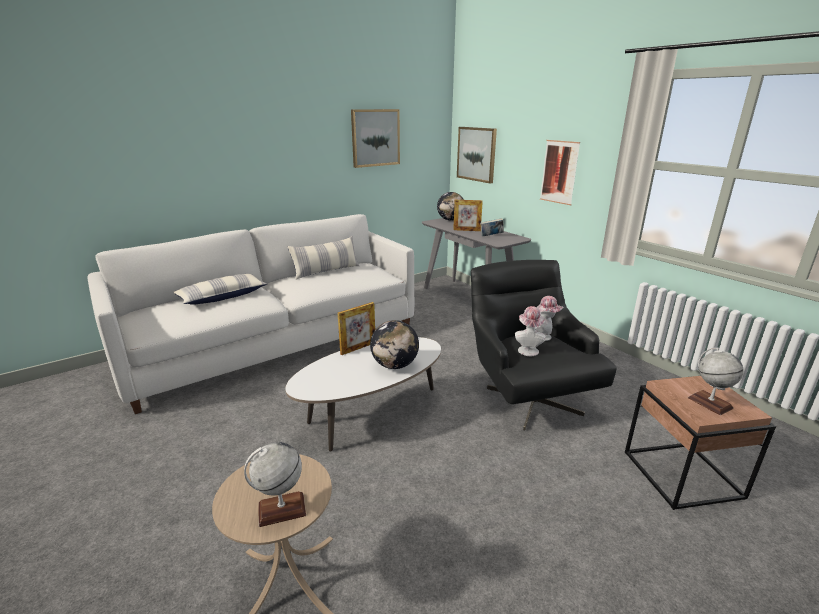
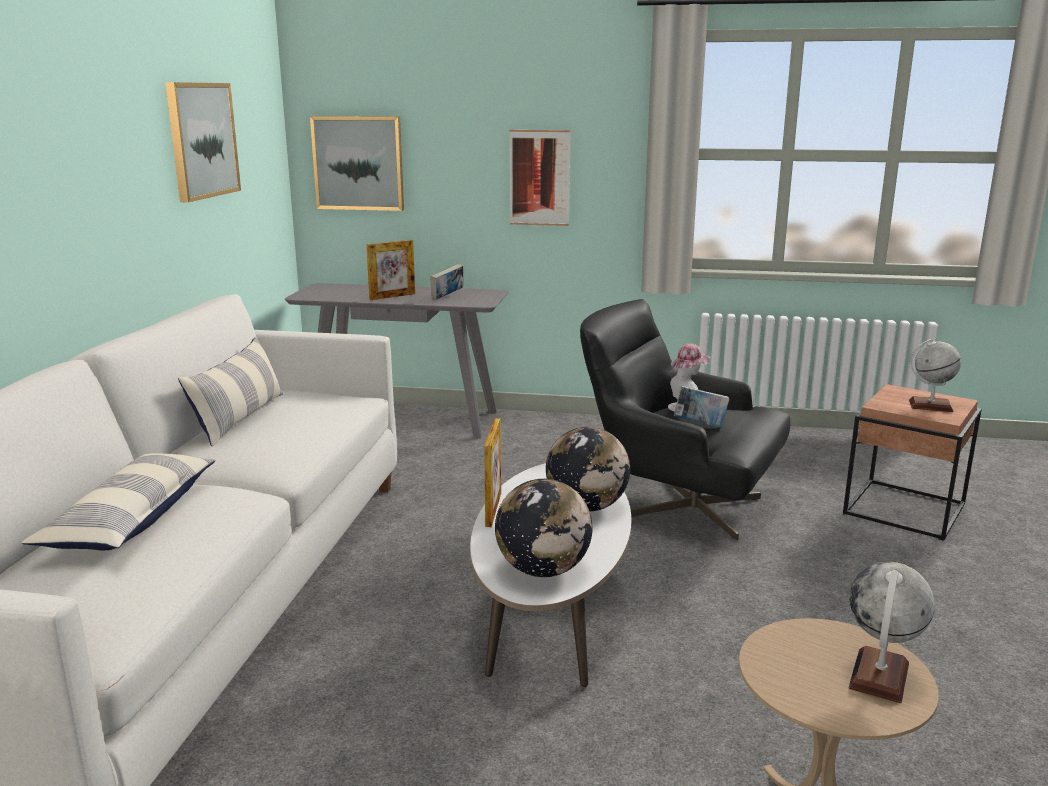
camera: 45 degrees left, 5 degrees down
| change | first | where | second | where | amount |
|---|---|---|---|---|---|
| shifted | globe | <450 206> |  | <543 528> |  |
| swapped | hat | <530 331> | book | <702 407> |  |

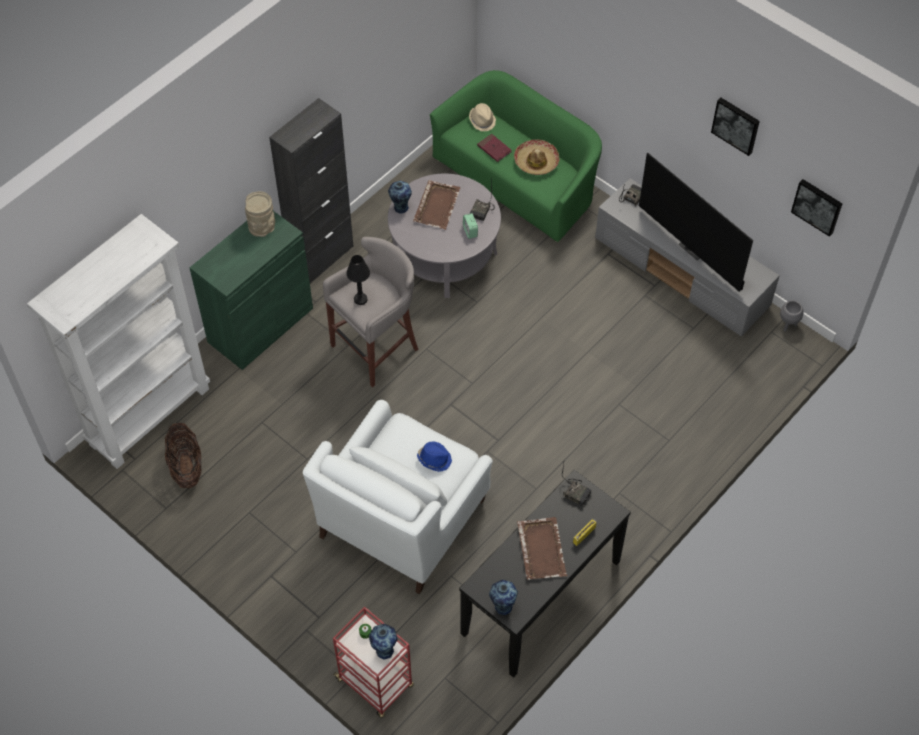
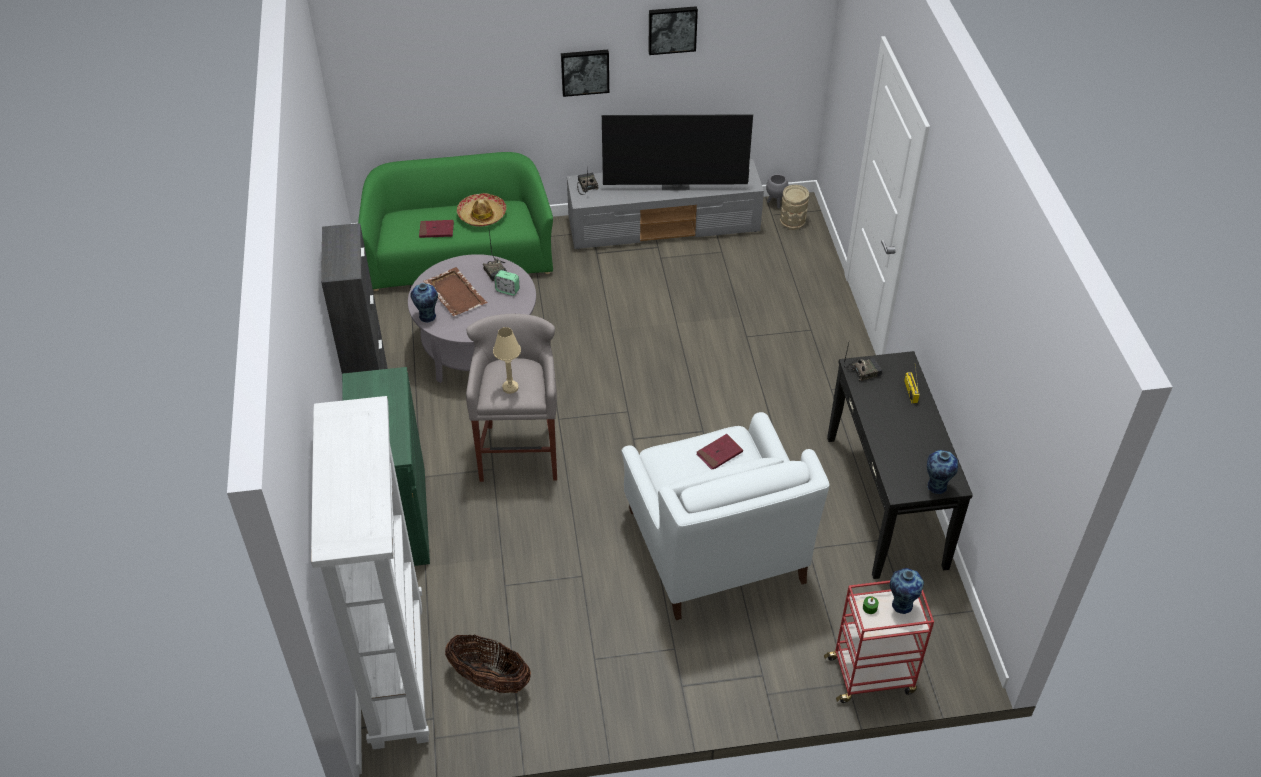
camera: 50 degrees left, 10 degrees down
| change | first | where | second | where | amount |
|---|---|---|---|---|---|
| gone | beige hat | <482 117> |  |  |  |
| gone | brown tray | <542 548> |  |  |  |
| shifted | beige vase | <260 214> |  | <794 207> |  |
| shifted | picture | <816 208> |  | <585 73> |  |
| swapped | blue hat | <434 457> | red book | <719 452> |  |
| repainted | black table lamp | <358 280> | beige table lamp | <507 360> |  |

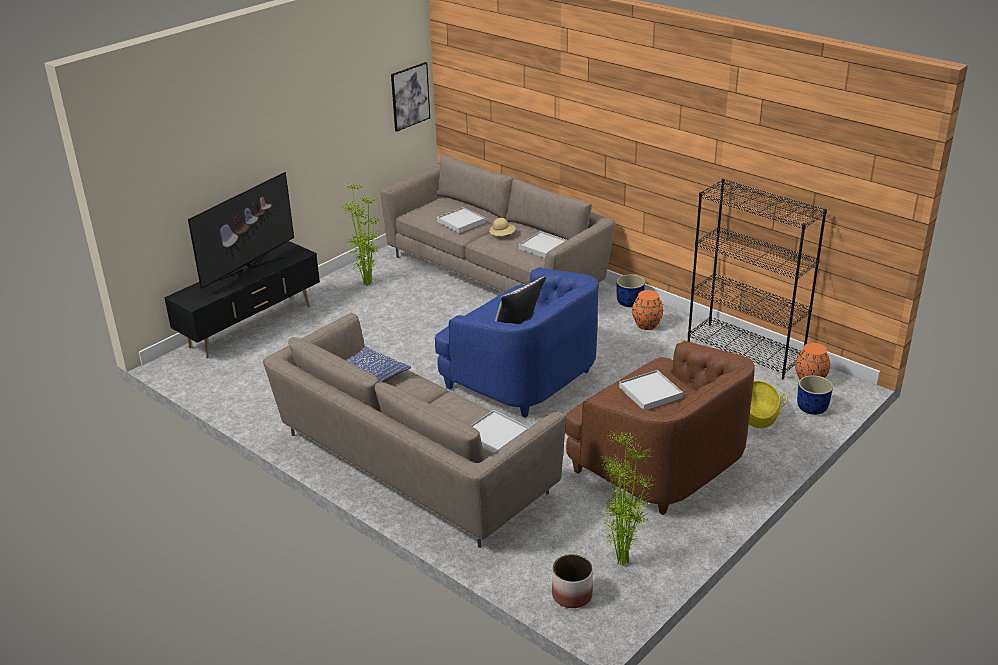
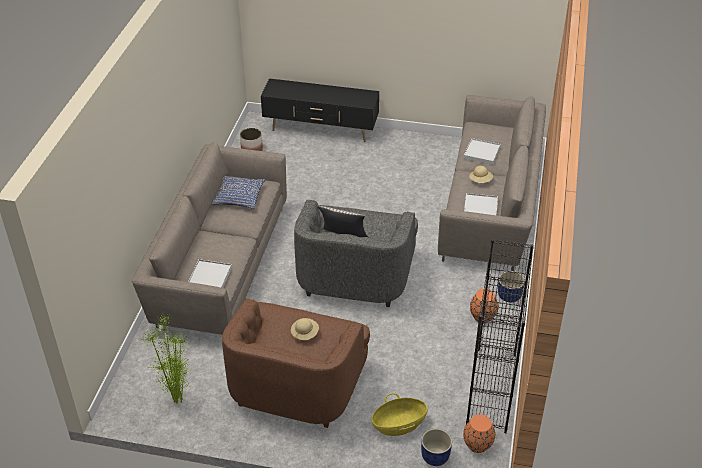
camera: 60 degrees right, 10 degrees up
| change | first | where | second | where | amount |
|---|---|---|---|---|---|
| gone | television | <241 230> |  |  |  |
| gone | potted plant | <361 234> |  |  |  |
| gone | picture | <410 97> |  |  |  |
| shifted | planter | <572 581> |  | <251 139> |  |
| swapped | white tray | <651 390> | beige hat | <305 330> |  |
| repainted | blue armchair | <516 342> | grey armchair | <356 253> |  |

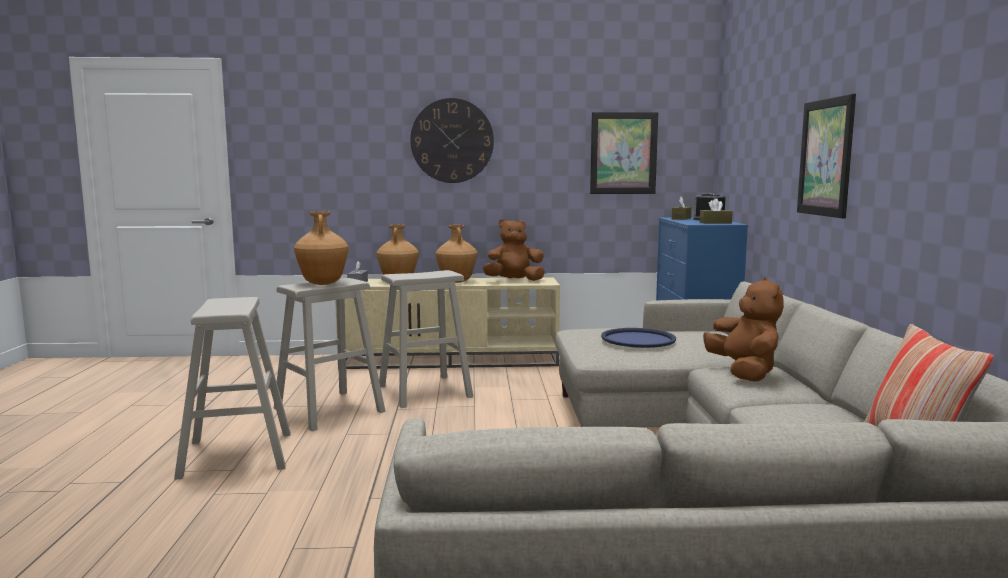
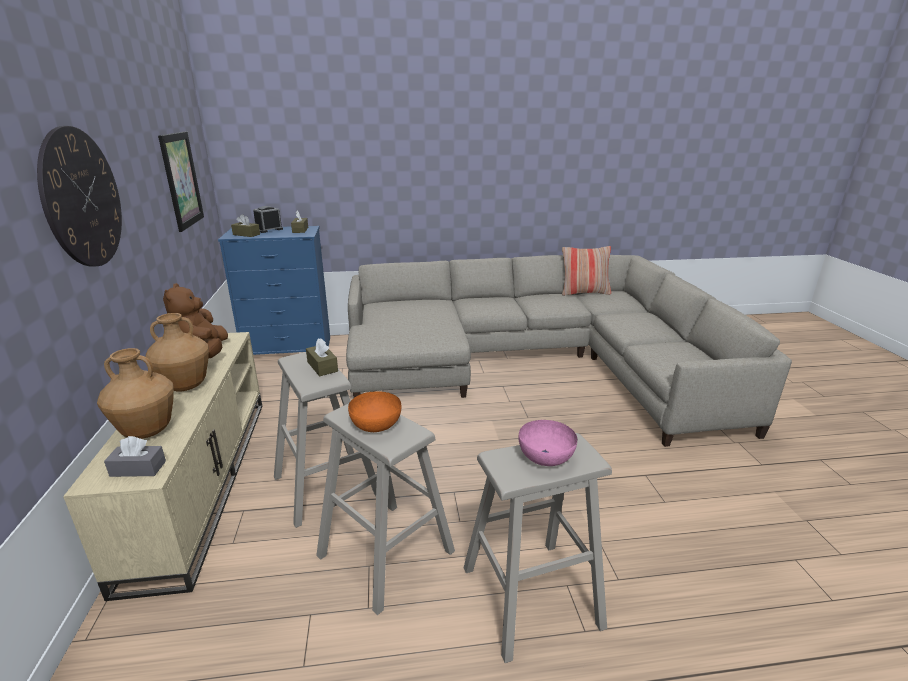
camera: 95 degrees left, 15 degrees up
| change | first | where | second | where | amount |
|---|---|---|---|---|---|
| gone | blue tray | <638 338> |  |  |  |
| gone | brown plush toy | <743 329> |  |  |  |
| gone | picture | <826 156> |  |  |  |
| new |  |  | brown tissue box | <322 357> |  |
| new |  |  | pink bowl | <547 443> |  |
| swapped | brown vase | <321 248> | orange bowl | <374 411> |  |

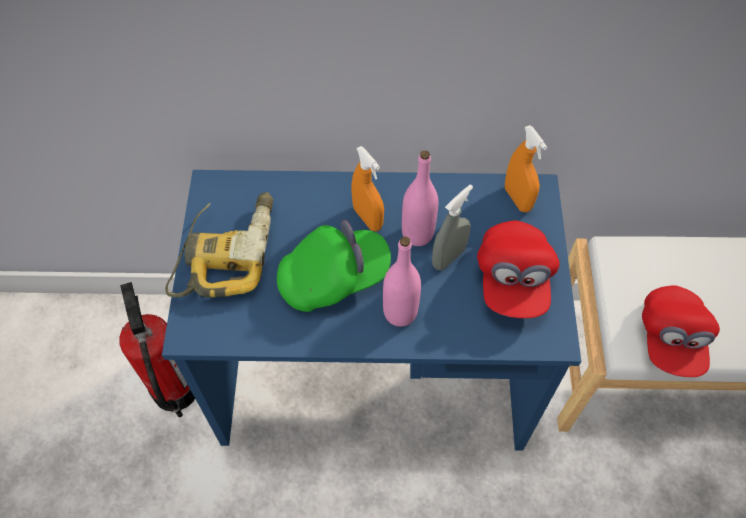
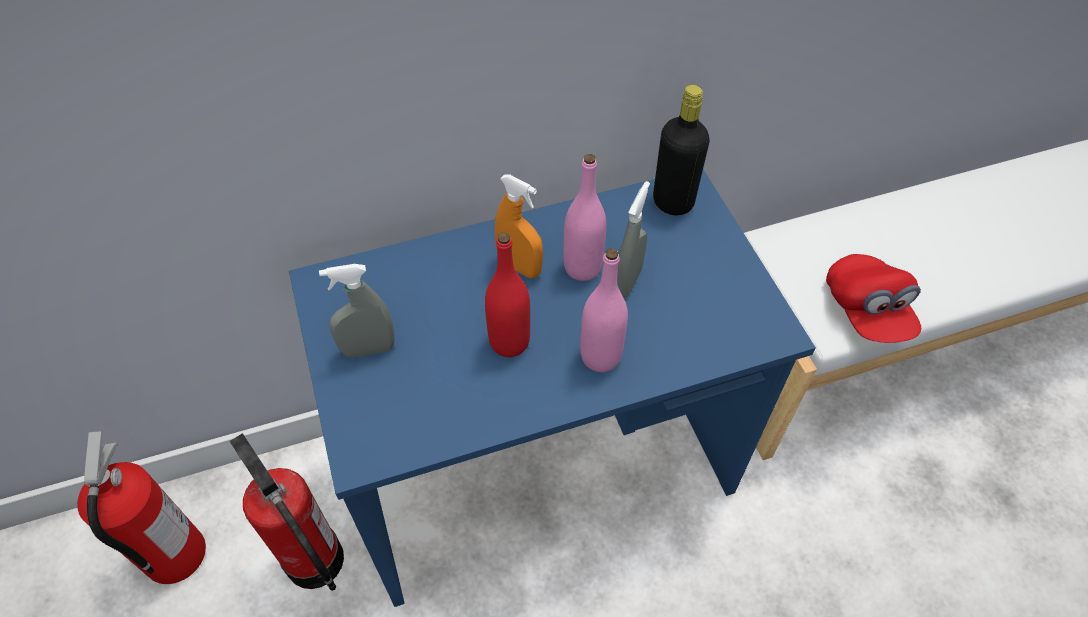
camera: 20 degrees left, 5 degrees down
| change | first | where | second | where | amount |
|---|---|---|---|---|---|
| gone | red cap | <518 269> |  |  |  |
| new |  |  | fire extinguisher | <141 507> |  |
| swapped | power drill | <219 244> | grey spray bottle | <357 311> |  |
| swapped | green cap | <334 266> | red bottle | <507 294> |  |
| swapped | orange spray bottle | <526 169> | black bottle | <681 150> |  |

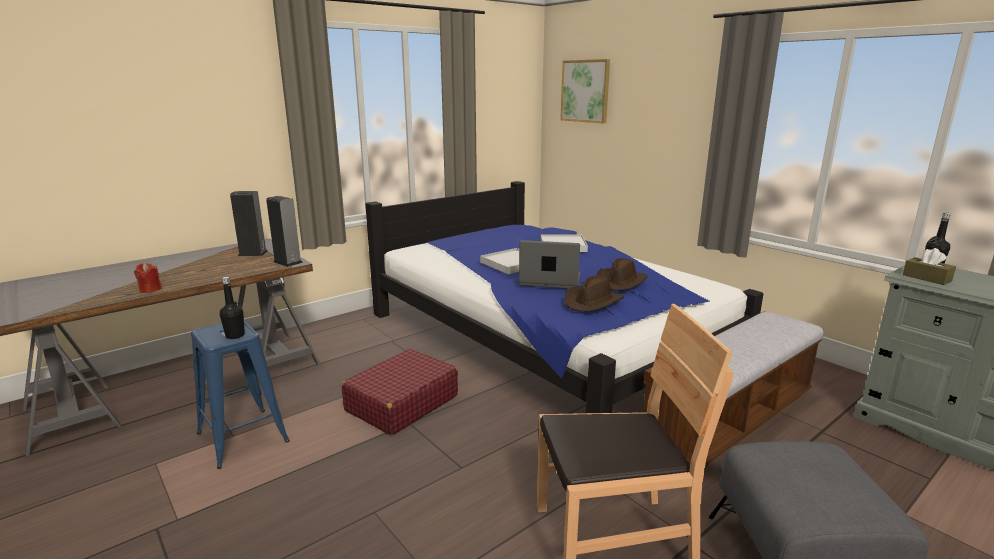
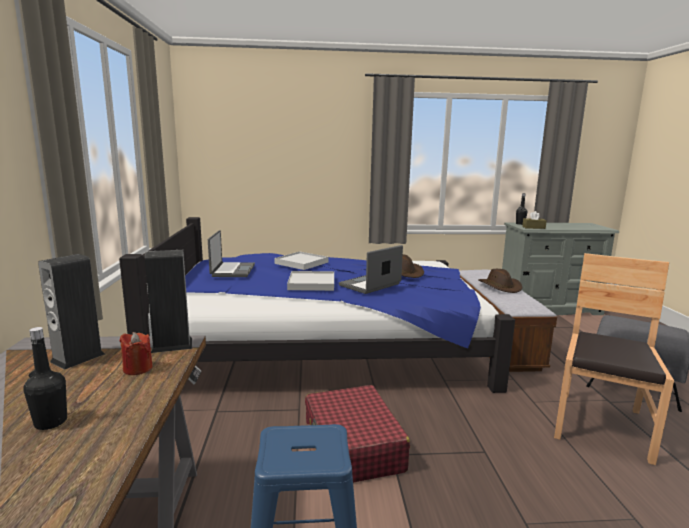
camera: 55 degrees left, 5 degrees down
| change | first | where | second | where | amount |
|---|---|---|---|---|---|
| gone | picture | <585 91> |  |  |  |
| new |  |  | laptop | <231 253> |  |
| shifted | red candle | <148 278> |  | <136 353> |  |
| shifted | black bottle | <232 308> |  | <45 378> |  |
| shifted | brown hat | <594 294> |  | <500 281> |  |

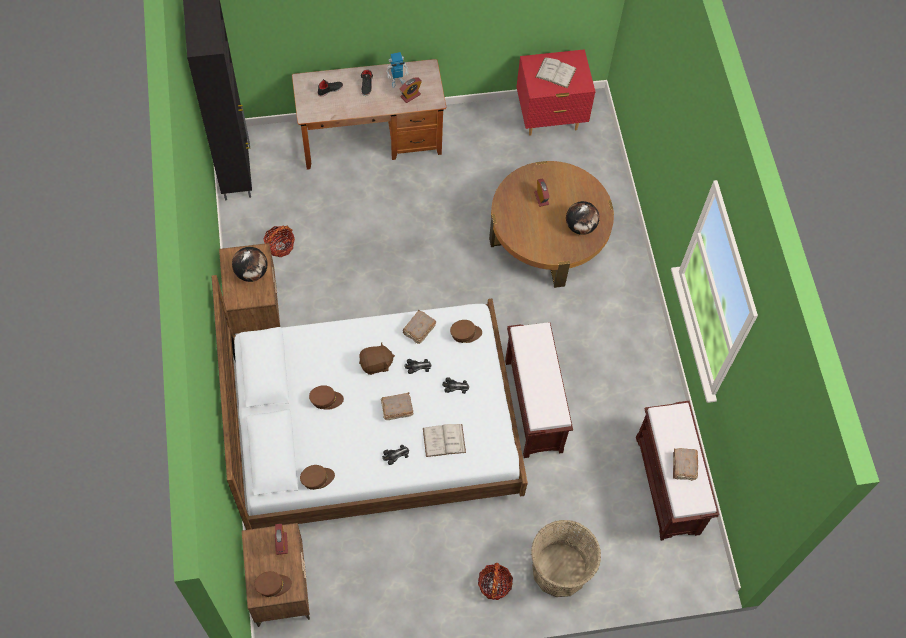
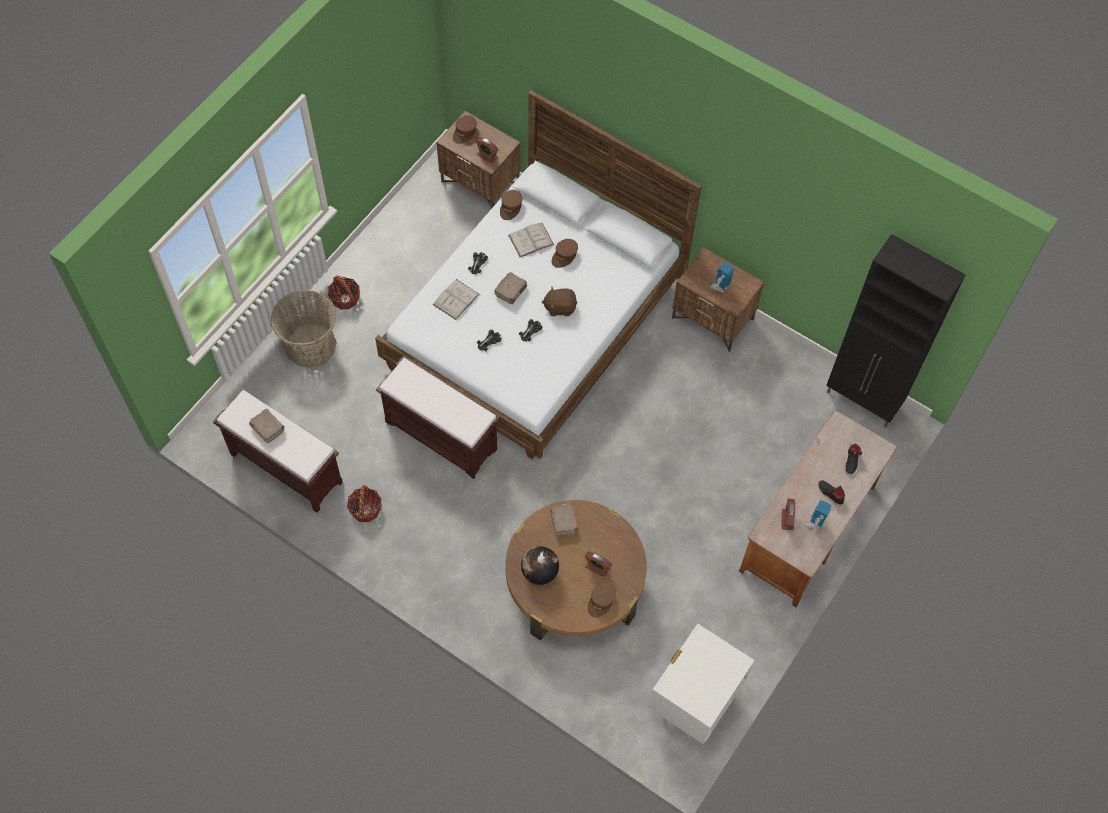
camera: 135 degrees right, 0 degrees up
| change | first | where | second | where | amount |
|---|---|---|---|---|---|
| shifted | basket | <279 241> |  | <364 503> |  |
| shifted | brown book | <419 327> |  | <563 519> |  |
| shifted | brown cap | <466 331> |  | <602 600> |  |
| shifted | white book | <555 73> |  | <531 240> |  |
| swapped | globe | <249 264> | toy robot | <722 277> |  |
| repainted | red nightstand | <556 92> | white nightstand | <701 684> |  |
| rotated | brown plush toy | <377 358> |  | <559 301> | 60 degrees clockwise |

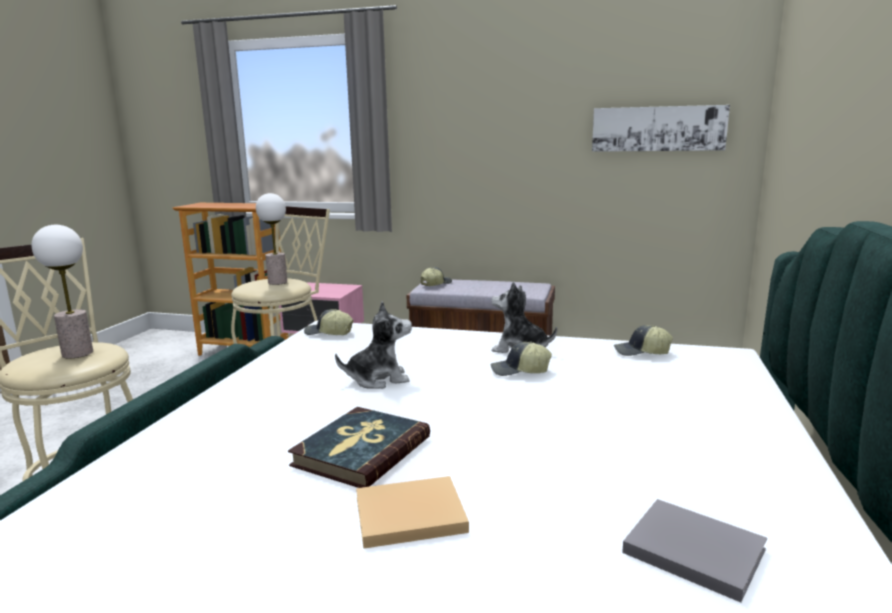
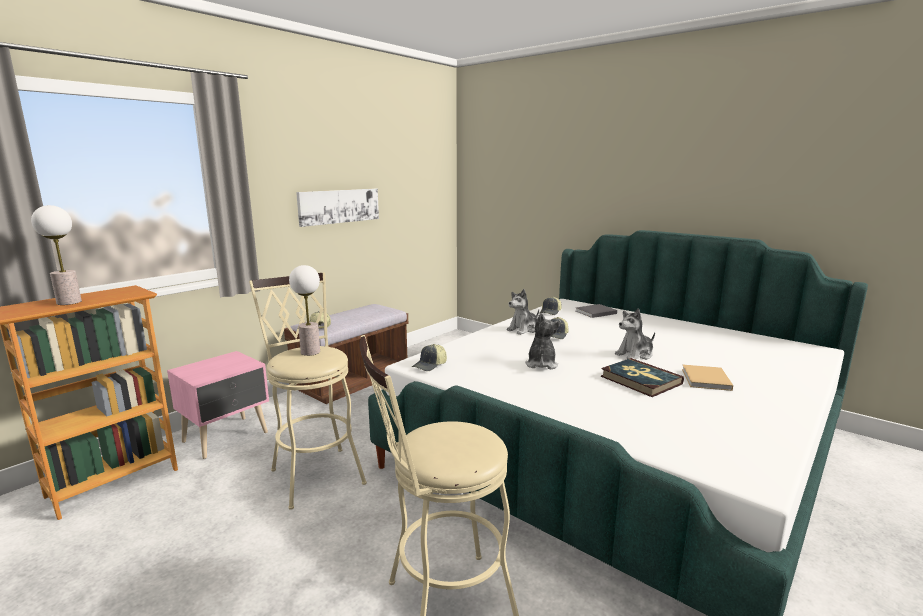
camera: 65 degrees left, 0 degrees up
| change | first | where | second | where | amount |
|---|---|---|---|---|---|
| new |  |  | plush toy | <635 334> |  |
| shifted | table lamp | <62 291> |  | <56 255> |  |
| shifted | picture | <661 128> |  | <337 208> |  |
| shifted | grey book | <694 550> |  | <596 311> |  |

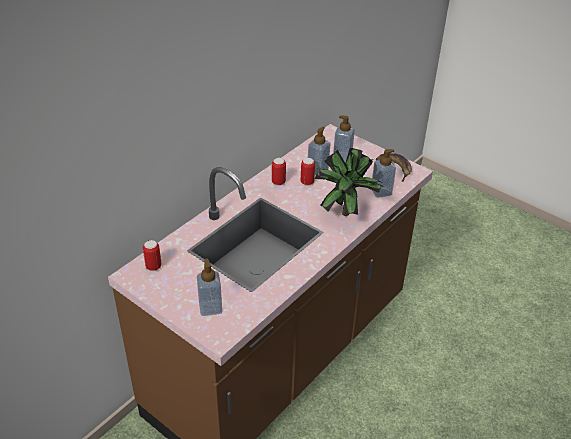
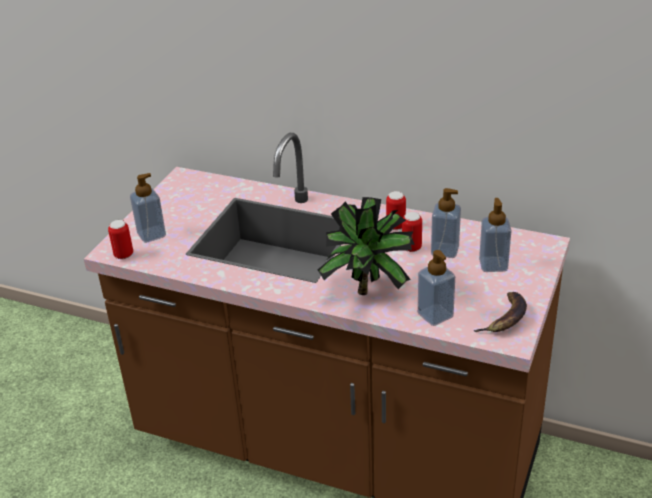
camera: 75 degrees right, 5 degrees down
| change | first | where | second | where | amount |
|---|---|---|---|---|---|
| shifted | can | <152 255> |  | <120 239> |  |

